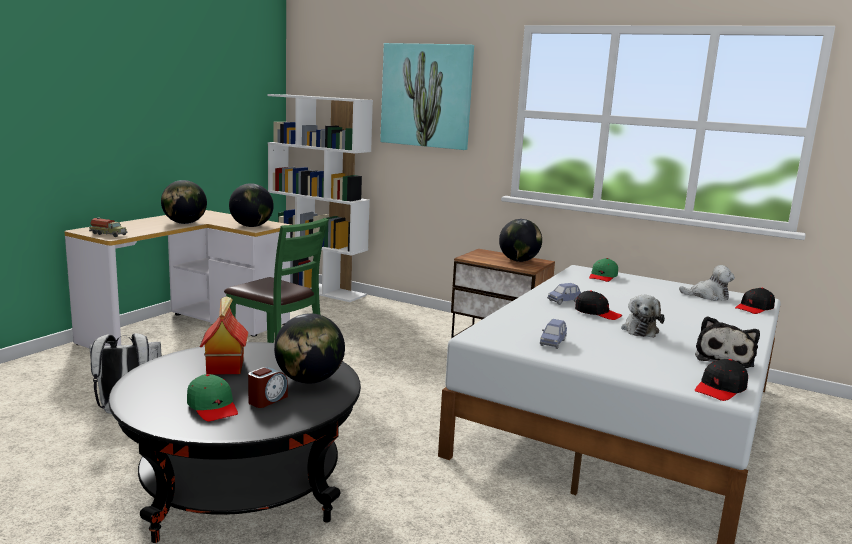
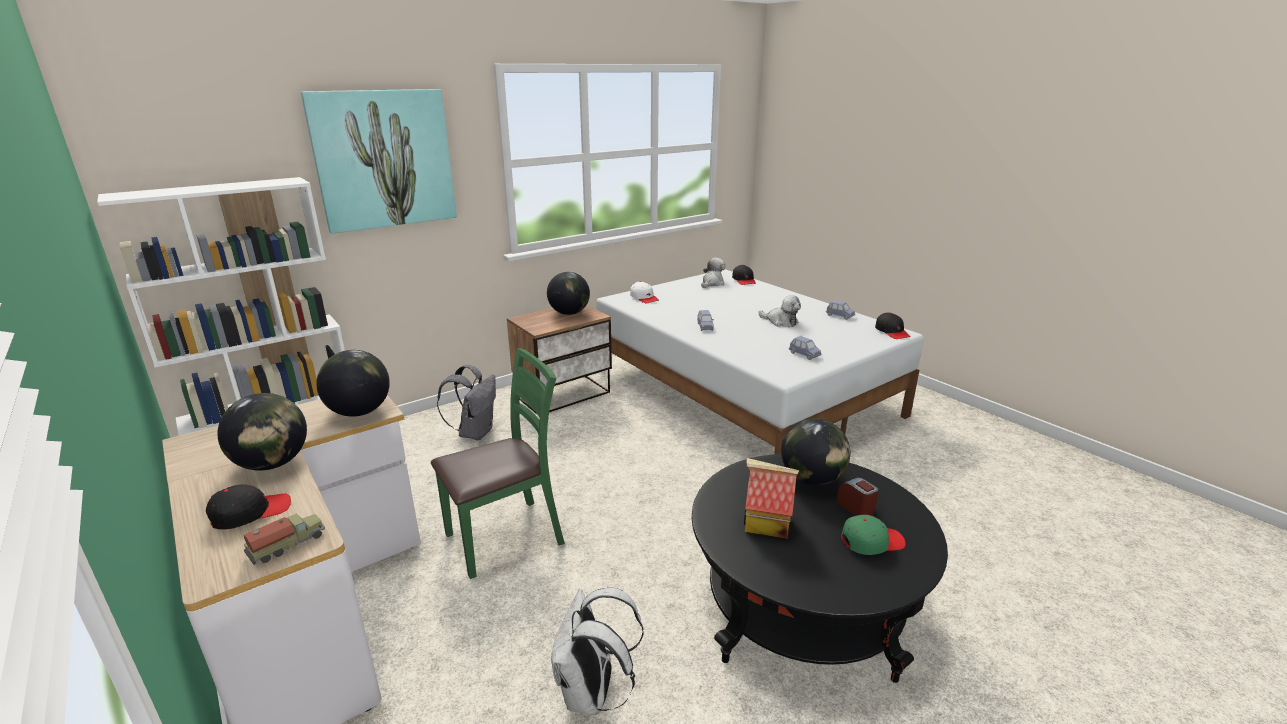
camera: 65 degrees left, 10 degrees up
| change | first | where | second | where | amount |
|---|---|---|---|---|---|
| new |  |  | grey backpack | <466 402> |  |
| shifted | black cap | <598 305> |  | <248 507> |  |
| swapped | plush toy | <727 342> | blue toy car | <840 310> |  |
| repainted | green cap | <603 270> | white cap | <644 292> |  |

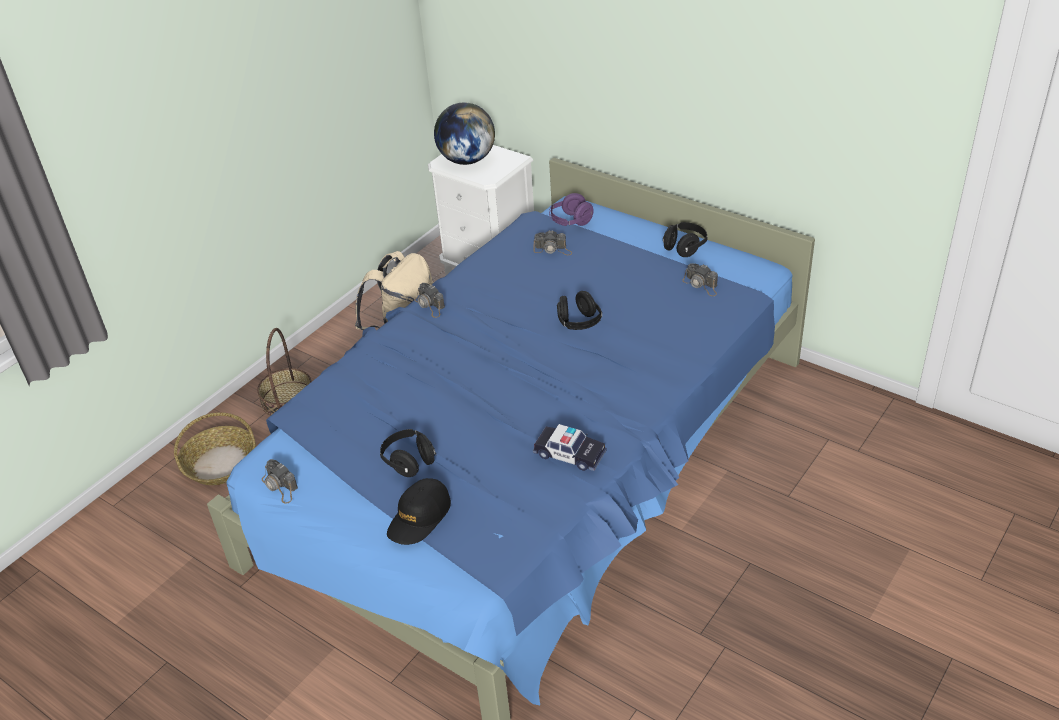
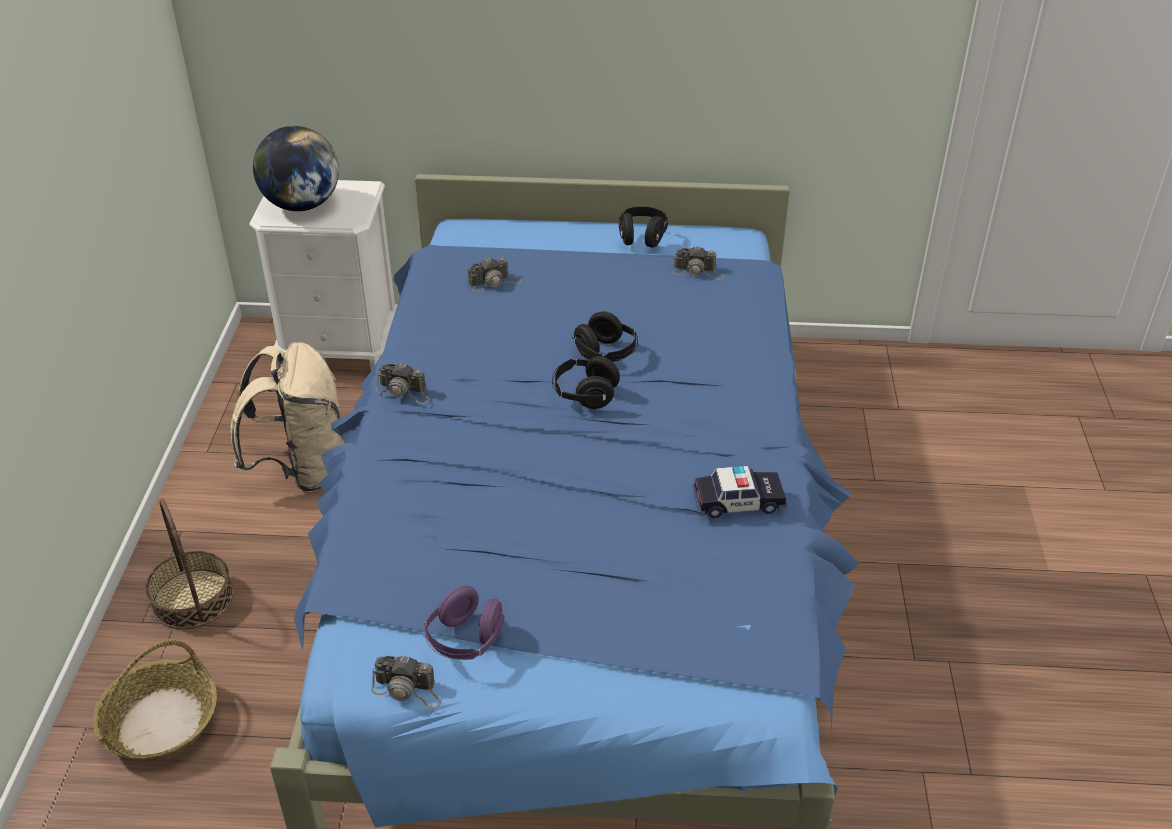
camera: 35 degrees left, 0 degrees up
| change | first | where | second | where | amount |
|---|---|---|---|---|---|
| gone | black cap | <419 511> |  |  |  |
| shifted | black headphones | <408 453> |  | <586 382> |  |
| shifted | purple headphones | <571 209> |  | <464 622> |  |

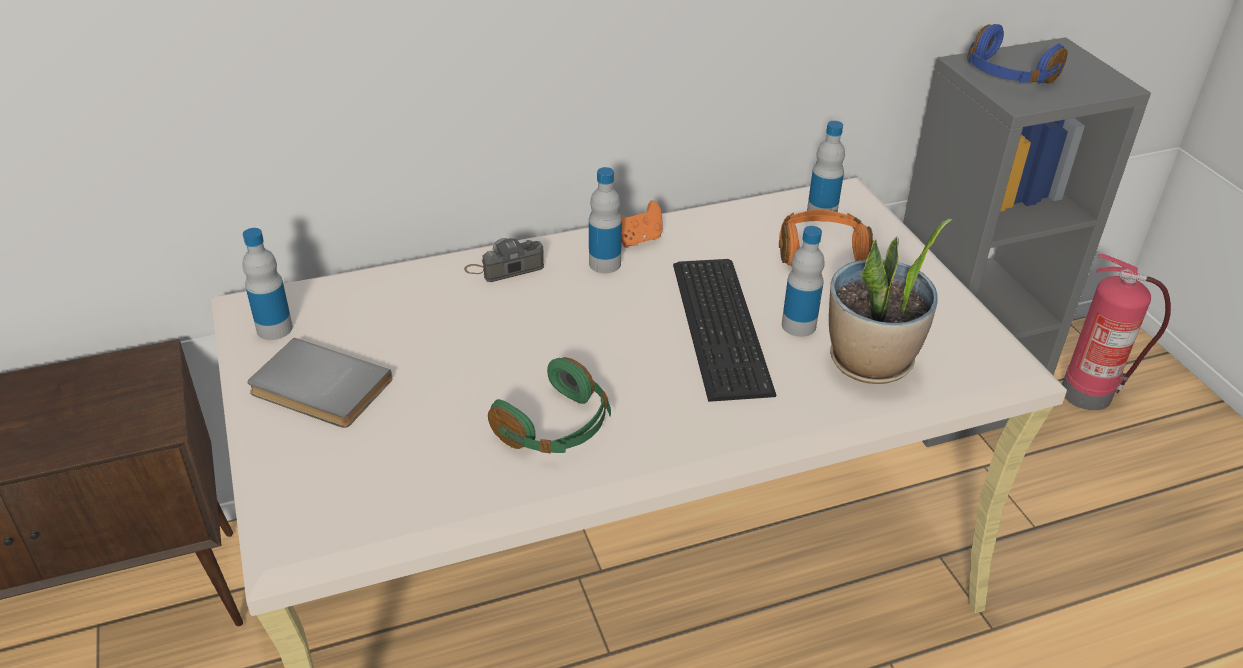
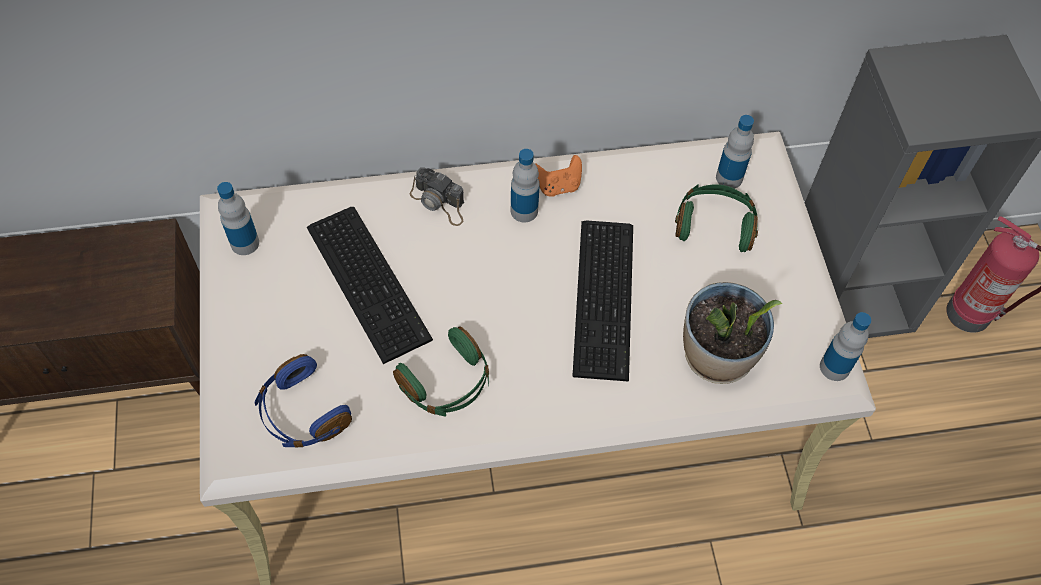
camera: 10 degrees right, 20 degrees up
| change | first | where | second | where | amount |
|---|---|---|---|---|---|
| gone | grey book | <319 383> |  |  |  |
| new |  |  | keyboard | <370 285> |  |
| shifted | bottle | <803 281> |  | <845 346> |  |
| shifted | blue headphones | <1017 53> |  | <303 401> |  |
| repainted | orange headphones | <826 238> | green headphones | <716 218> |  |
| rotated | photo camera | <504 260> |  | <437 196> | 135 degrees counterclockwise |

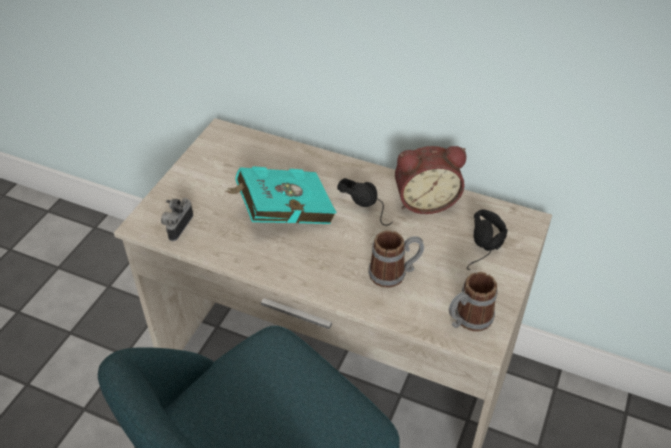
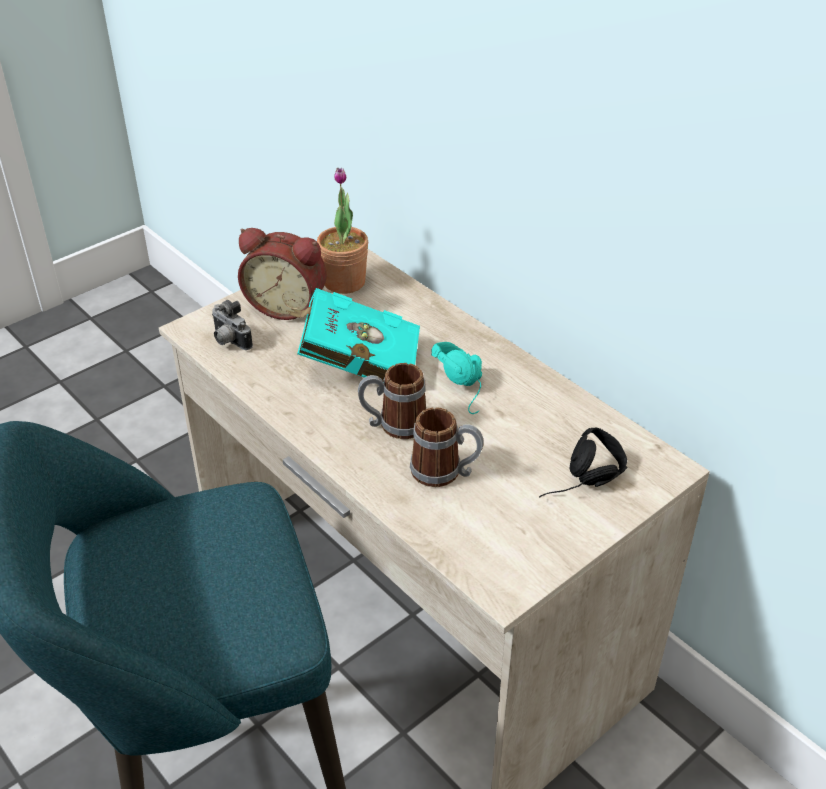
camera: 25 degrees right, 5 degrees down
| change | first | where | second | where | amount |
|---|---|---|---|---|---|
| new |  |  | potted plant | <342 231> |  |
| shifted | alarm clock | <430 180> |  | <282 274> |  |
| shifted | mug | <473 301> |  | <392 401> |  |
| repainted | black headphones | <365 202> | turquoise headphones | <456 378> |  |
| rotated | photo camera | <177 219> |  | <232 325> | 90 degrees counterclockwise |

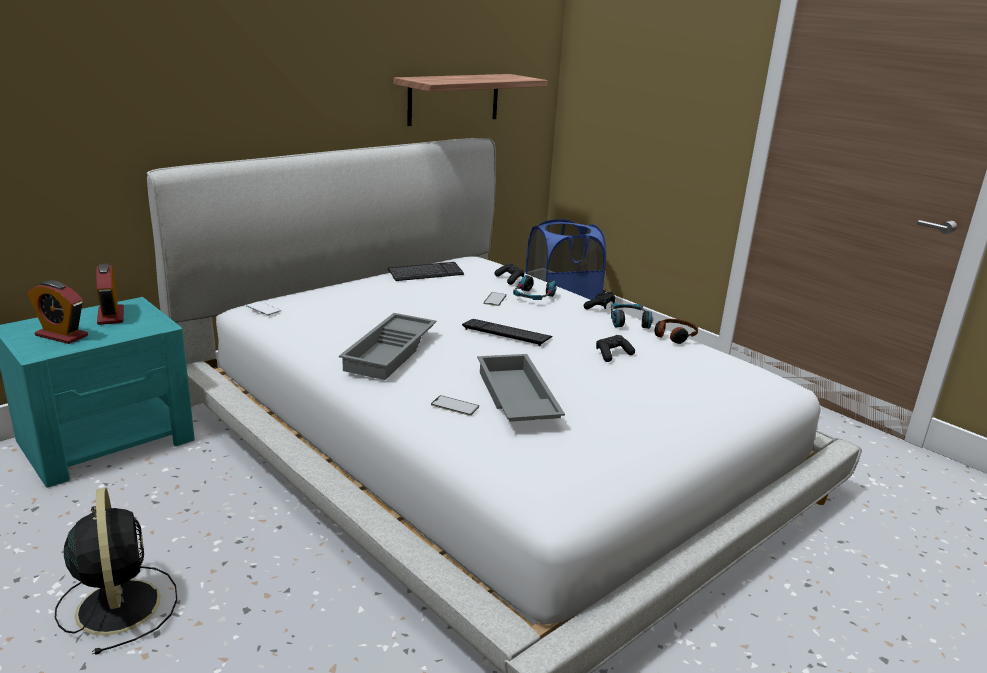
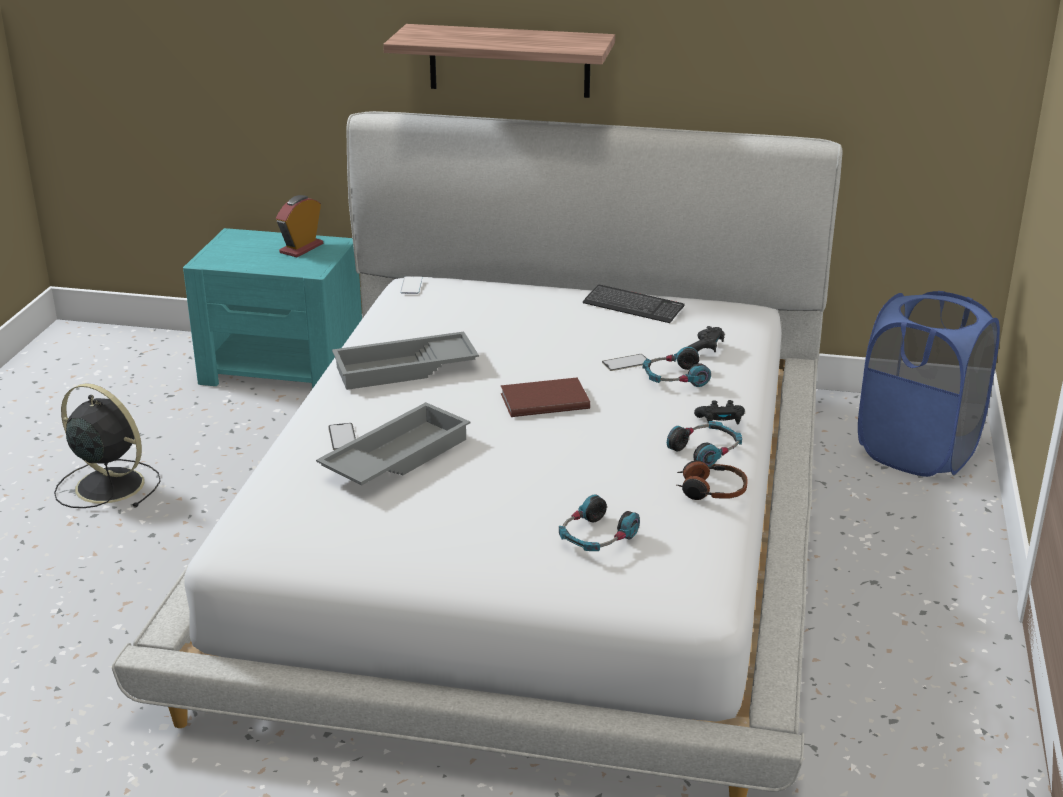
camera: 55 degrees right, 5 degrees up
| change | first | where | second | where | amount |
|---|---|---|---|---|---|
| gone | alarm clock | <57 312> |  |  |  |
| gone | black game controller | <615 348> |  |  |  |
| new |  |  | headphones | <599 522> |  |
| shifted | shelf | <470 100> |  | <499 61> |  |
| swapped | keyboard | <507 332> | brown book | <545 397> |  |
| rotated | black fan | <116 571> |  | <107 445> | 90 degrees counterclockwise |

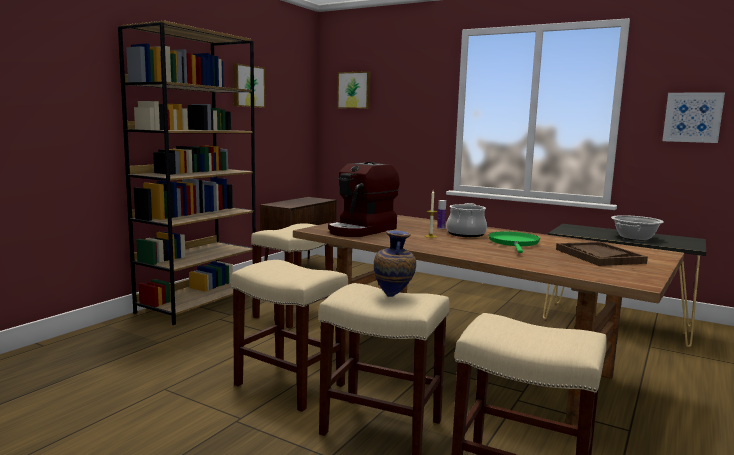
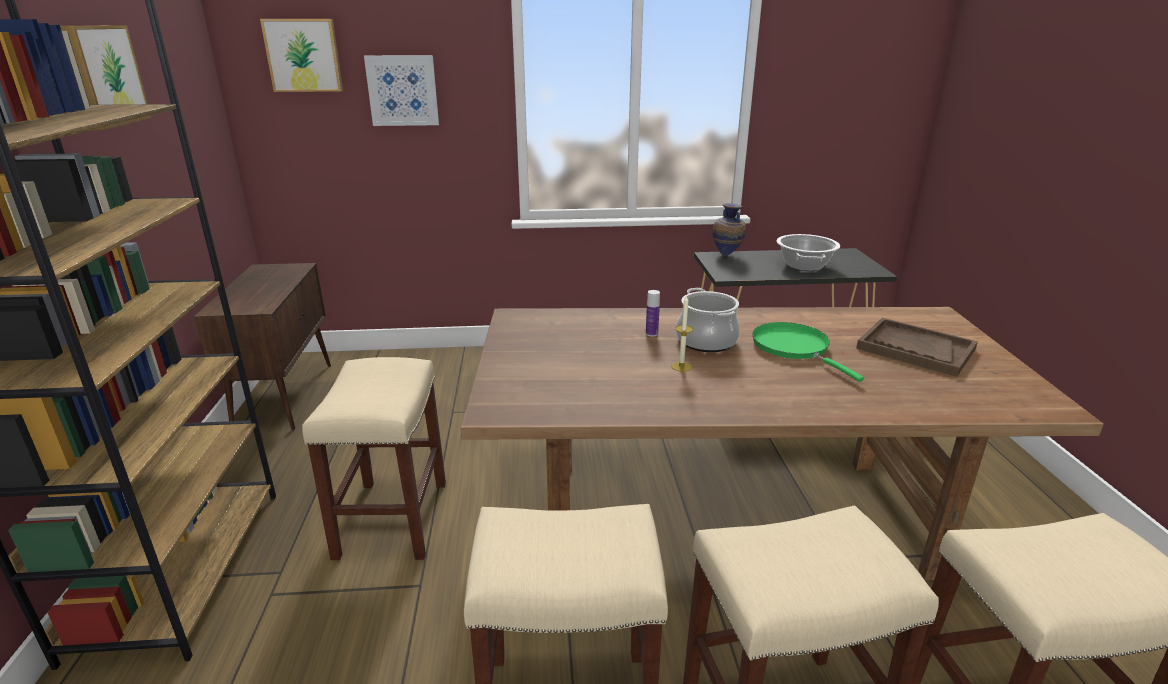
camera: 35 degrees left, 15 degrees up
| change | first | where | second | where | amount |
|---|---|---|---|---|---|
| gone | coffee machine | <364 199> |  |  |  |
| shifted | vase | <395 263> |  | <729 229> |  |
| shifted | picture | <693 117> |  | <401 90> |  |

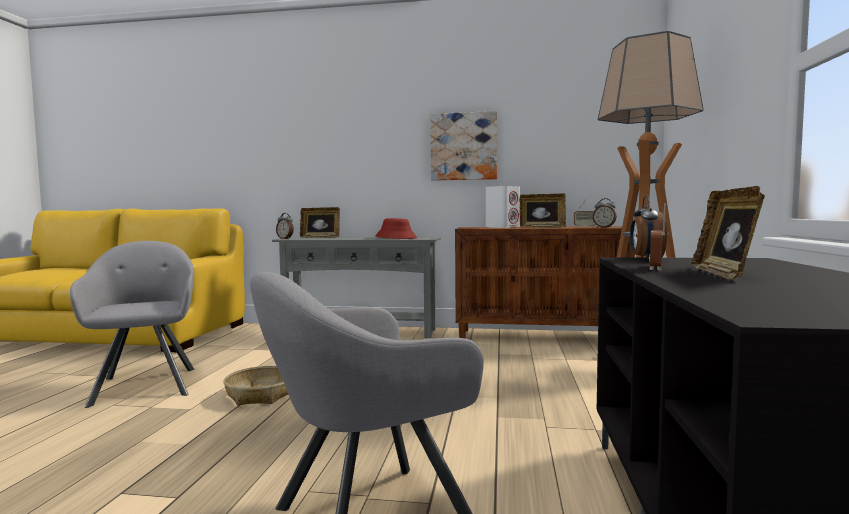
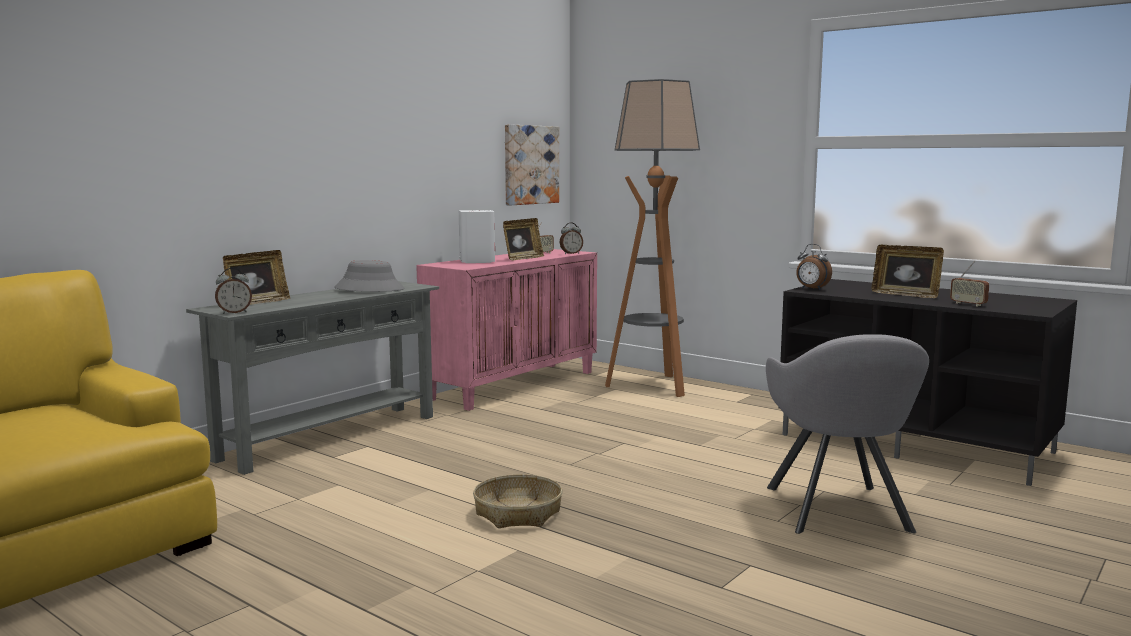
camera: 60 degrees left, 5 degrees up
| change | first | where | second | where | amount |
|---|---|---|---|---|---|
| gone | grey armchair | <132 324> |  |  |  |
| shifted | picture | <463 146> |  | <532 164> |  |
| shifted | radio | <657 237> |  | <969 284> |  |
| repainted | red hat | <396 228> | grey hat | <369 276> |  |
| repainted | brown cabinet | <545 282> | pink cabinet | <506 330> |  |

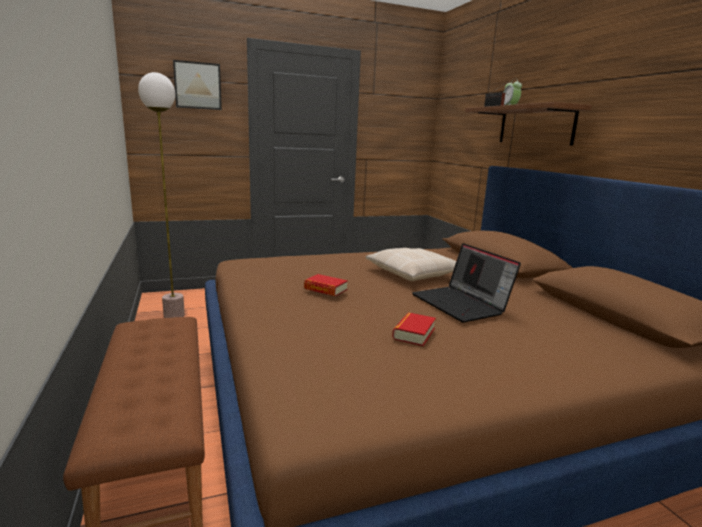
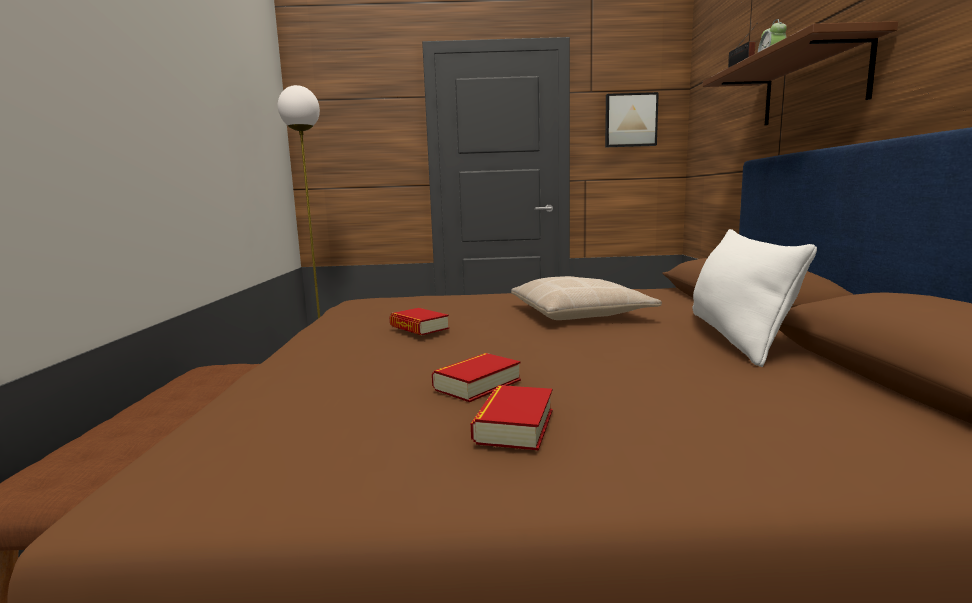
camera: 20 degrees right, 5 degrees down
| change | first | where | second | where | amount |
|---|---|---|---|---|---|
| gone | laptop | <466 283> |  |  |  |
| new |  |  | book | <512 418> |  |
| new |  |  | white pillow | <754 298> |  |
| shifted | picture | <197 85> |  | <632 119> |  |

